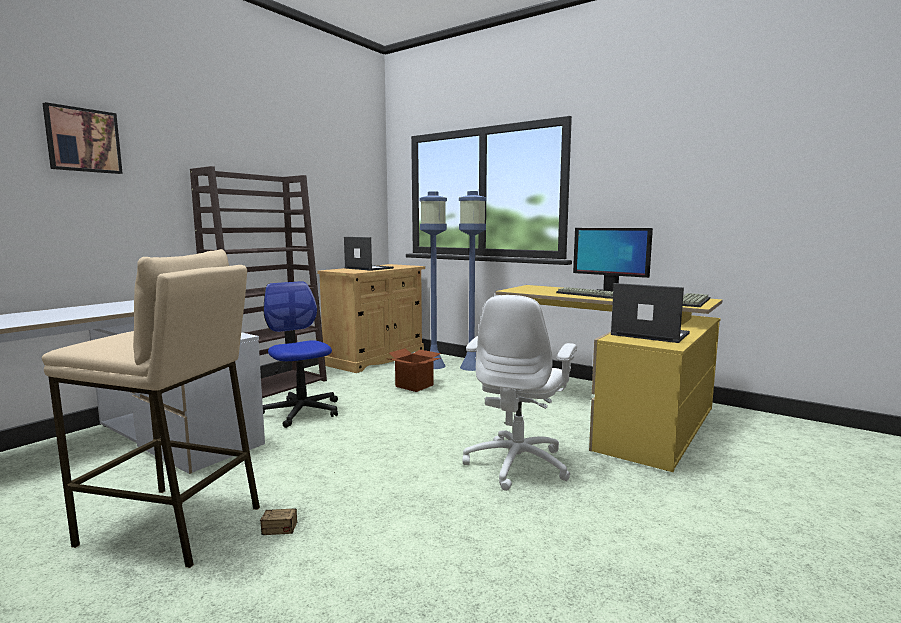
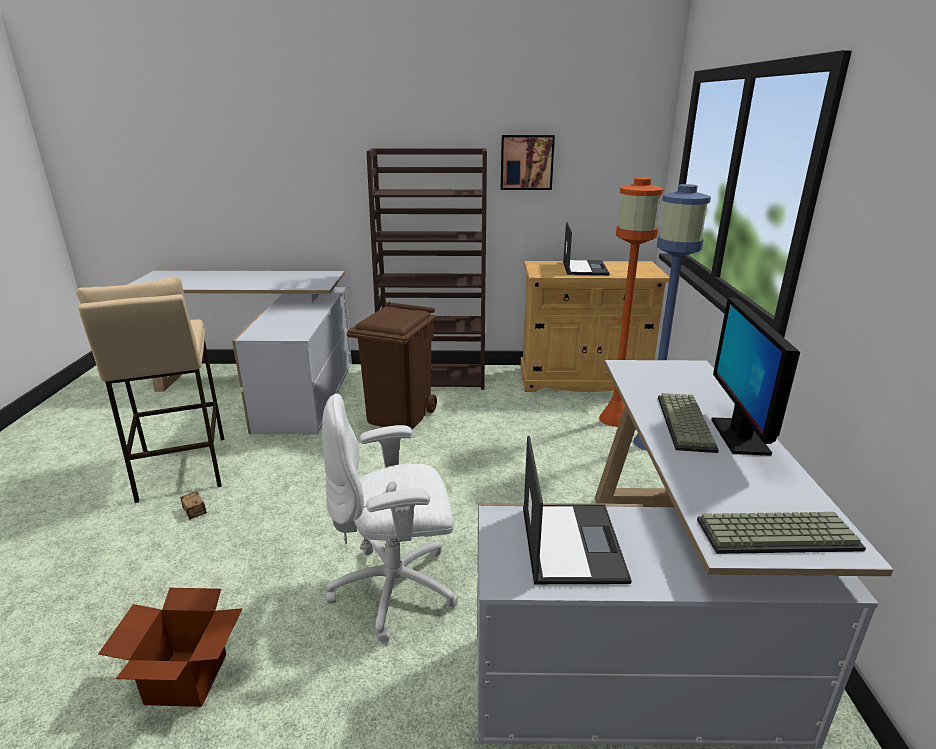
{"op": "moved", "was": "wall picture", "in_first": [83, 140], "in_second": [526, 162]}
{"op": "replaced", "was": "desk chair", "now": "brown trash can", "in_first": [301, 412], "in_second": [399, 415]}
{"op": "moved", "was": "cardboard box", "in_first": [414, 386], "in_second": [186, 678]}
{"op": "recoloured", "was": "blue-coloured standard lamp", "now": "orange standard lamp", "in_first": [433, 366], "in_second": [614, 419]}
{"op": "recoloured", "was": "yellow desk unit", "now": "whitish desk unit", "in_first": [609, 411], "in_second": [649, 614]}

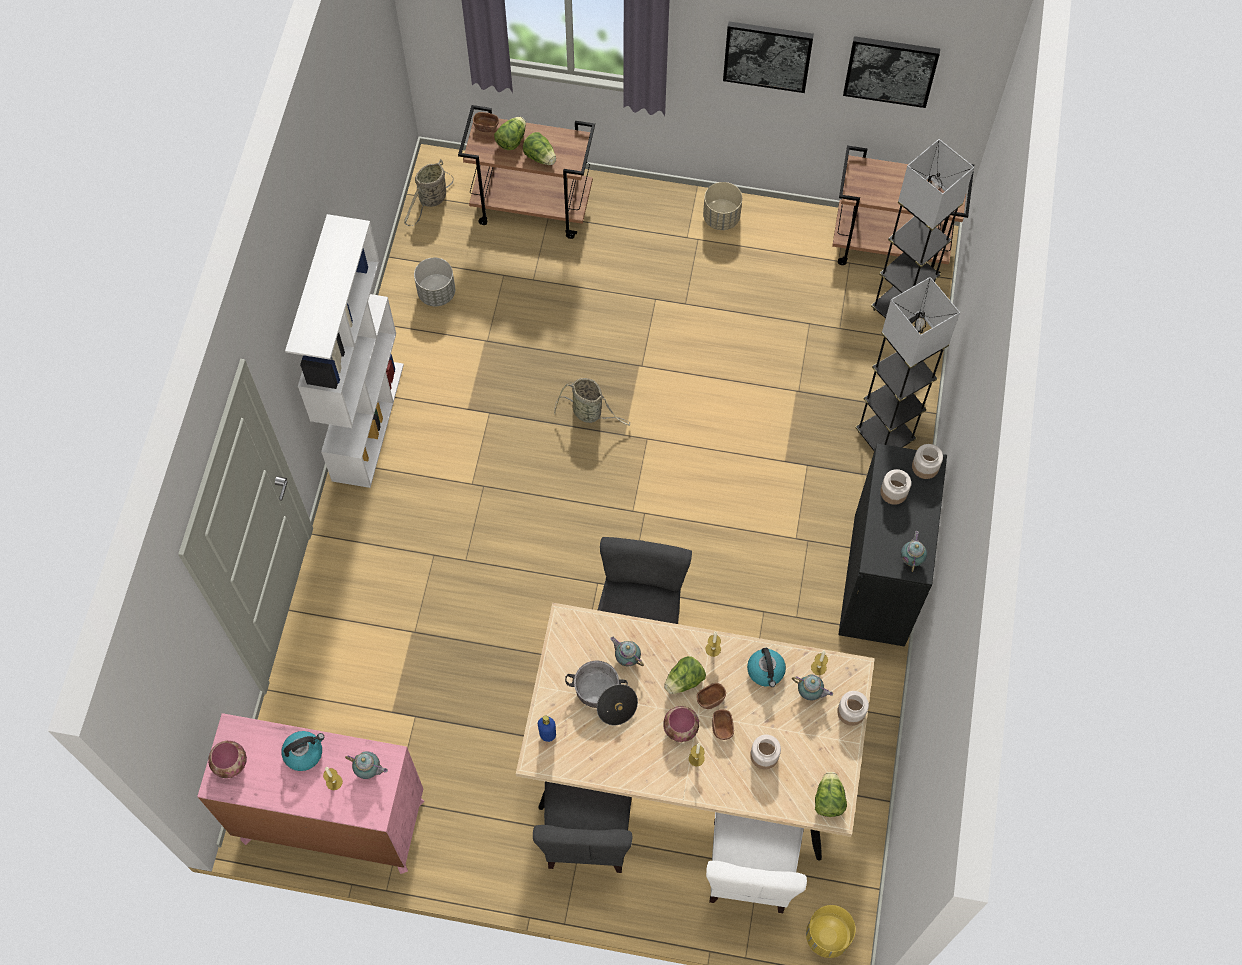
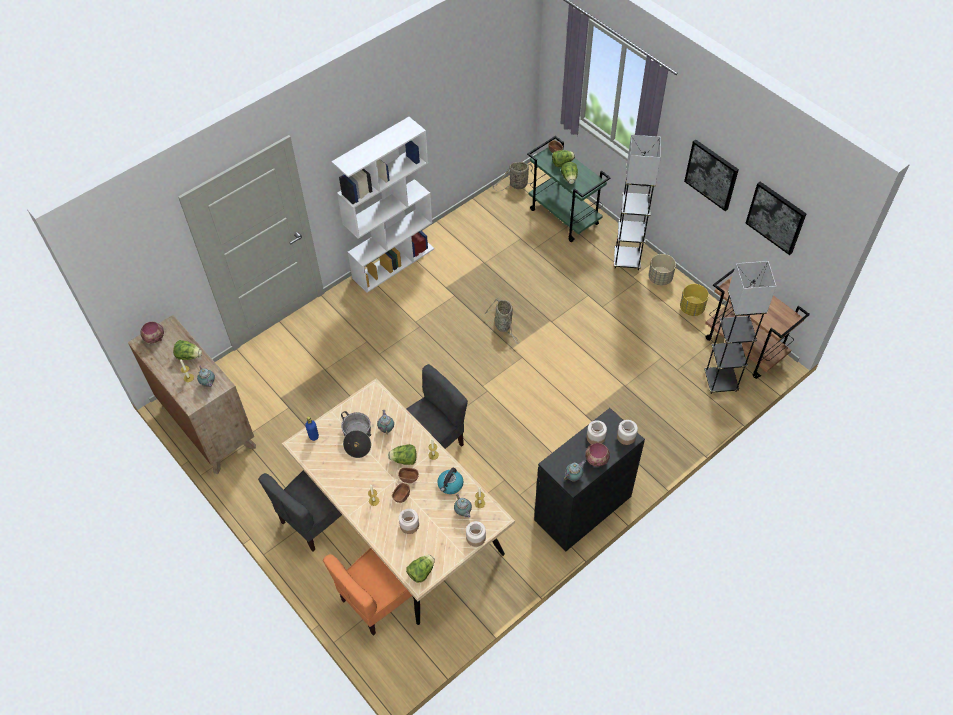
{"op": "recoloured", "was": "pinkish chest of drawers", "now": "brown chest of drawers", "in_first": [332, 820], "in_second": [208, 426]}
{"op": "replaced", "was": "water kettle", "now": "head of lettuce", "in_first": [304, 753], "in_second": [189, 356]}
{"op": "removed", "was": "gray flower pot", "in_first": [437, 293]}
{"op": "recoloured", "was": "brown cart", "now": "green-coloured cart", "in_first": [533, 207], "in_second": [565, 217]}
{"op": "moved", "was": "serving bowl", "in_first": [680, 729], "in_second": [596, 460]}
{"op": "recoloured", "was": "whitish plain chair", "now": "orange plain chair", "in_first": [750, 867], "in_second": [379, 600]}
{"op": "moved", "was": "yellow flower pot", "in_first": [827, 936], "in_second": [691, 308]}
{"op": "moved", "was": "gray standard lamp", "in_first": [884, 436], "in_second": [627, 260]}

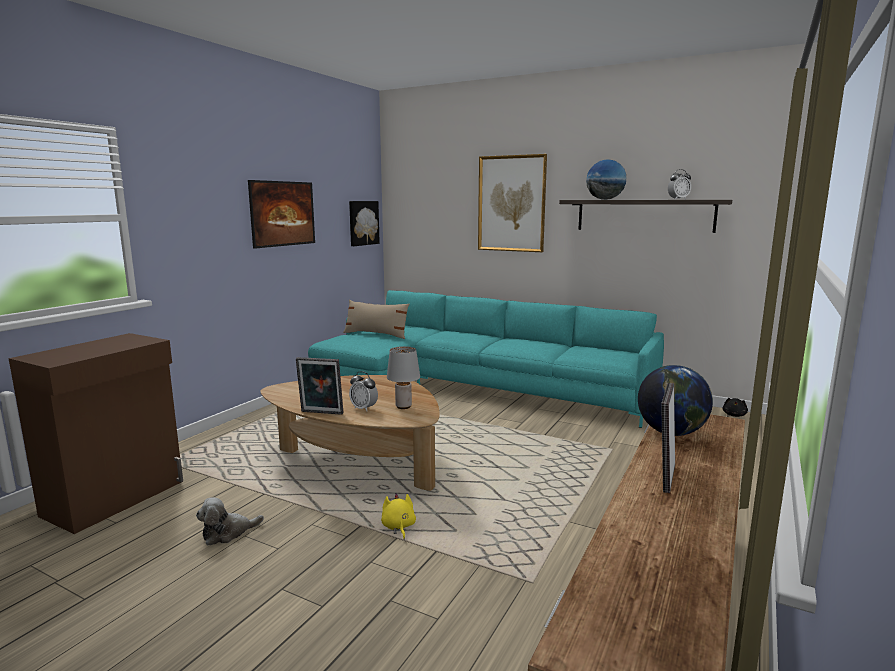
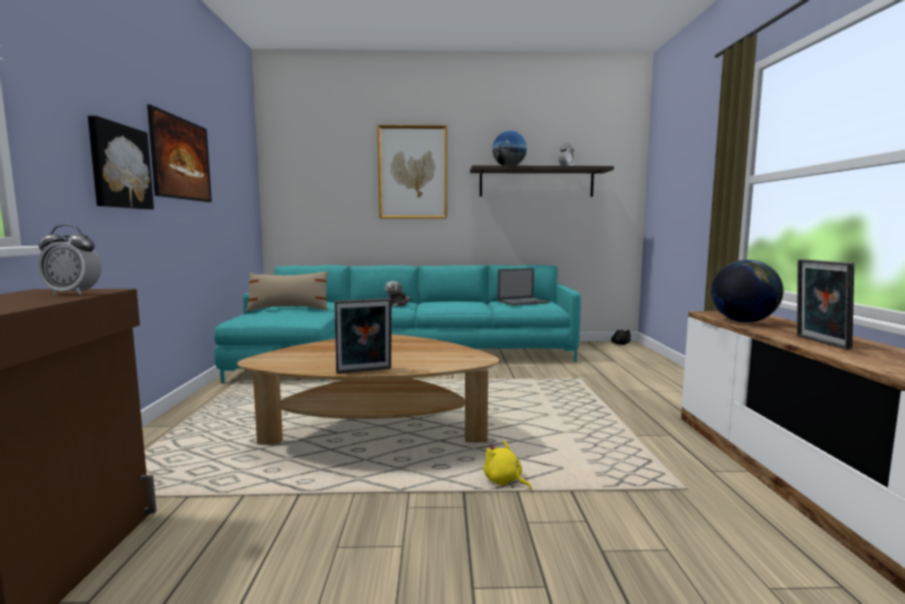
{"op": "moved", "was": "plush toy", "in_first": [227, 533], "in_second": [397, 304]}
{"op": "moved", "was": "wall picture", "in_first": [363, 223], "in_second": [119, 166]}
{"op": "moved", "was": "alarm clock", "in_first": [364, 408], "in_second": [73, 293]}
{"op": "removed", "was": "gray lamp for a table", "in_first": [404, 406]}
{"op": "added", "now": "notebook computer", "in_second": [523, 302]}

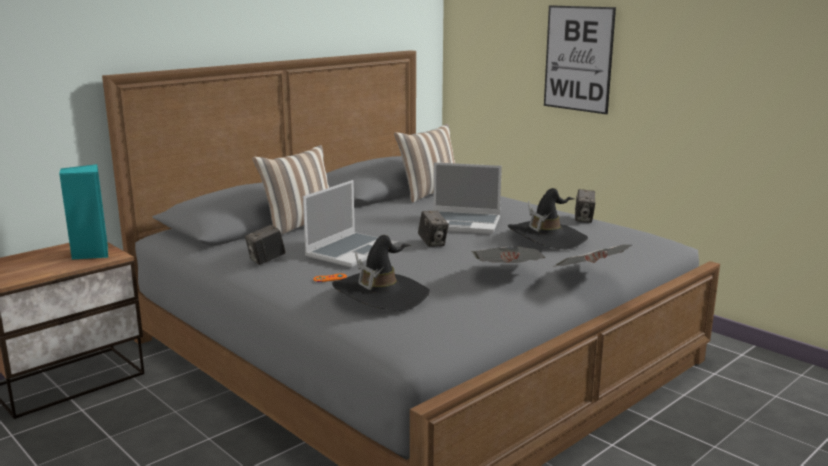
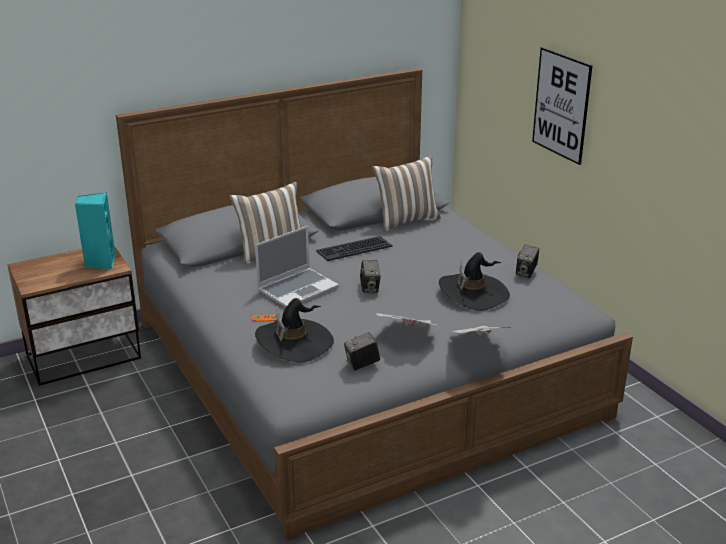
{"op": "moved", "was": "still camera", "in_first": [266, 260], "in_second": [362, 364]}
{"op": "removed", "was": "notebook computer", "in_first": [463, 224]}
{"op": "added", "now": "PC keyboard", "in_second": [354, 249]}

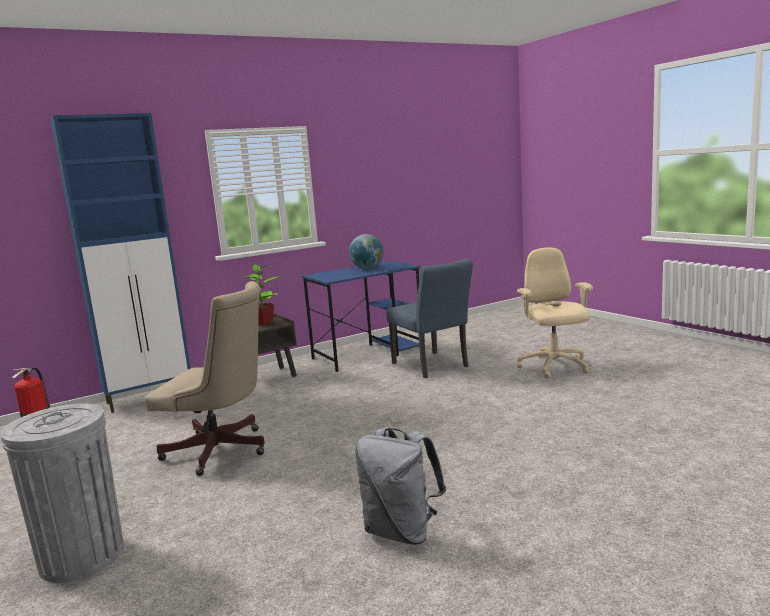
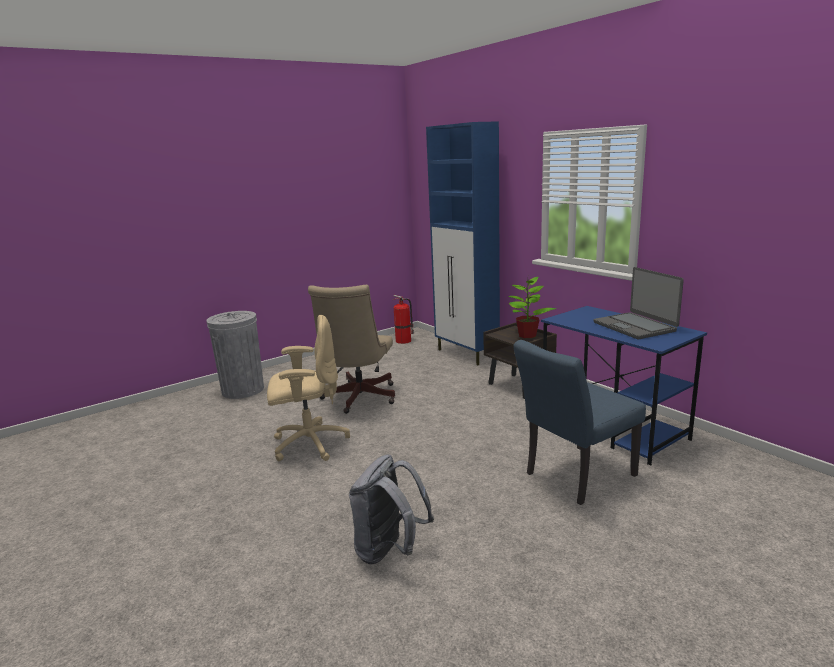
{"op": "replaced", "was": "world globe", "now": "notebook computer", "in_first": [367, 268], "in_second": [635, 327]}
{"op": "moved", "was": "gray rucksack", "in_first": [402, 532], "in_second": [389, 551]}
{"op": "moved", "was": "beige-coloured desk chair", "in_first": [554, 367], "in_second": [309, 444]}

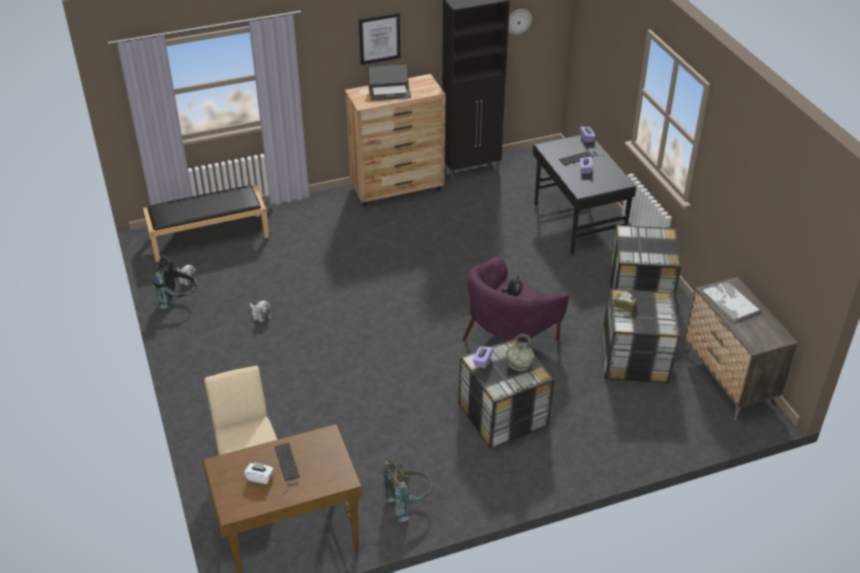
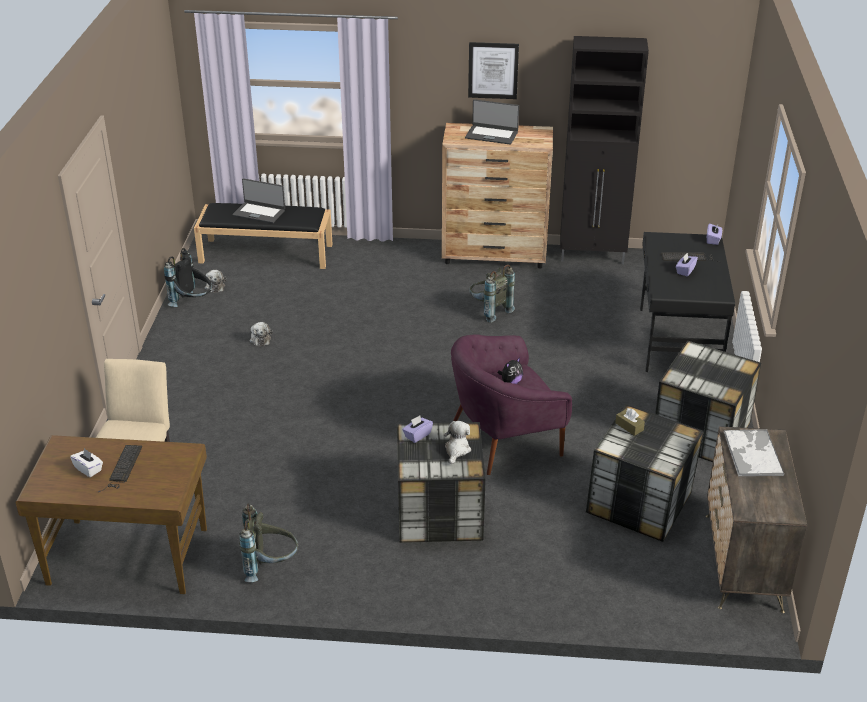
{"op": "replaced", "was": "gray decorative vase", "now": "plush toy", "in_first": [519, 363], "in_second": [457, 450]}
{"op": "removed", "was": "clock on the wall", "in_first": [518, 21]}
{"op": "added", "now": "notebook computer", "in_second": [259, 212]}
{"op": "added", "now": "gray rucksack", "in_second": [489, 311]}

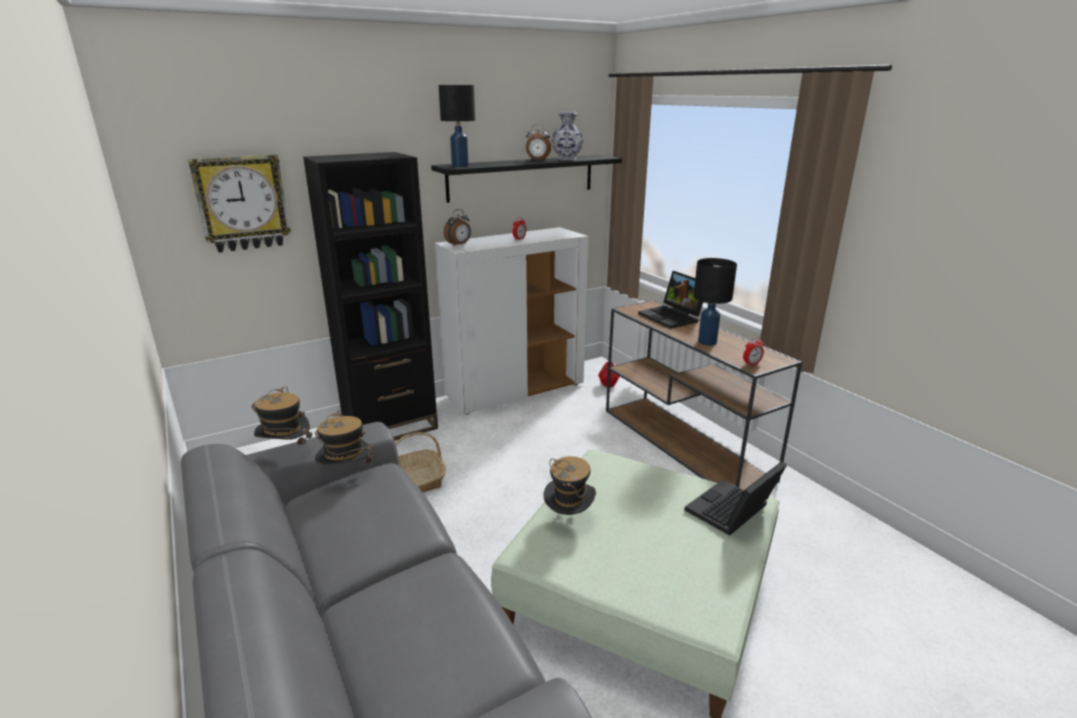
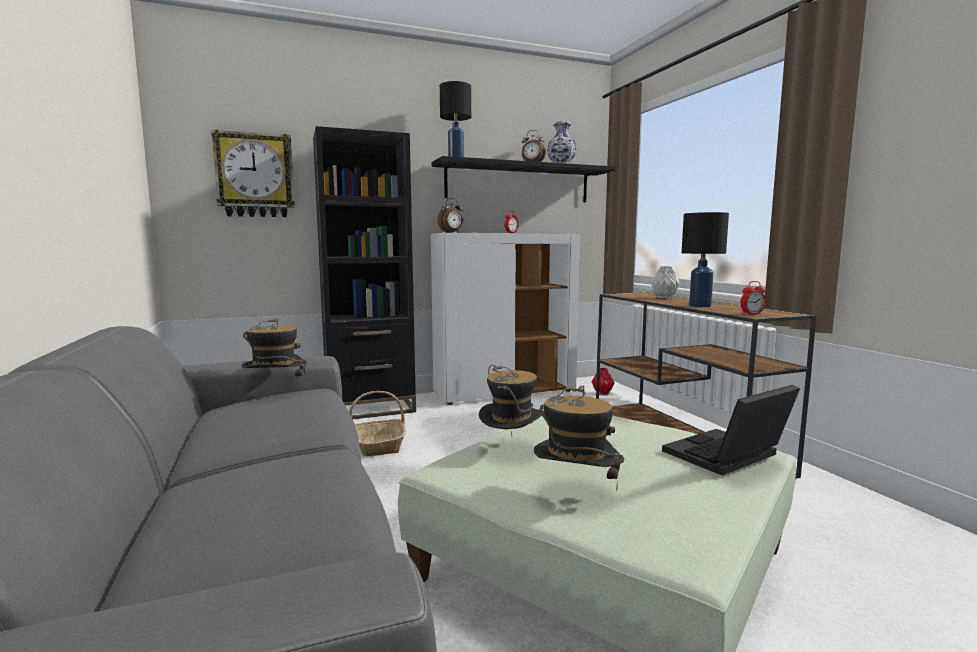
{"op": "moved", "was": "clothing hat", "in_first": [287, 452], "in_second": [575, 493]}
{"op": "replaced", "was": "notebook computer", "now": "gray decorative vase", "in_first": [673, 317], "in_second": [664, 297]}

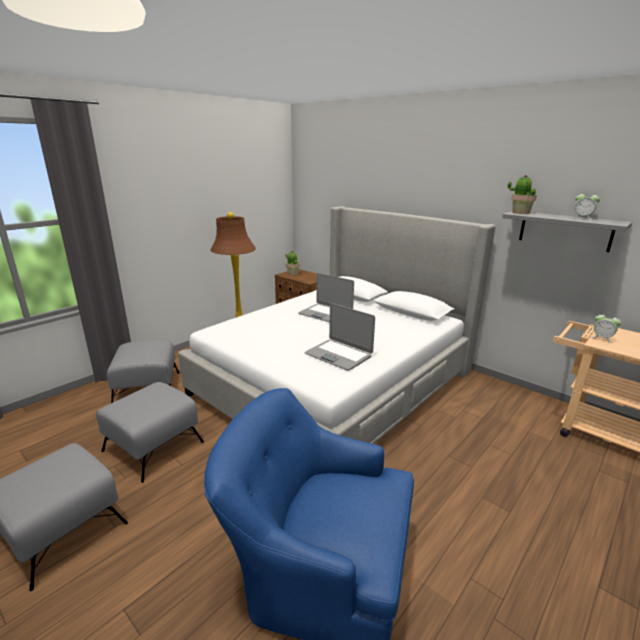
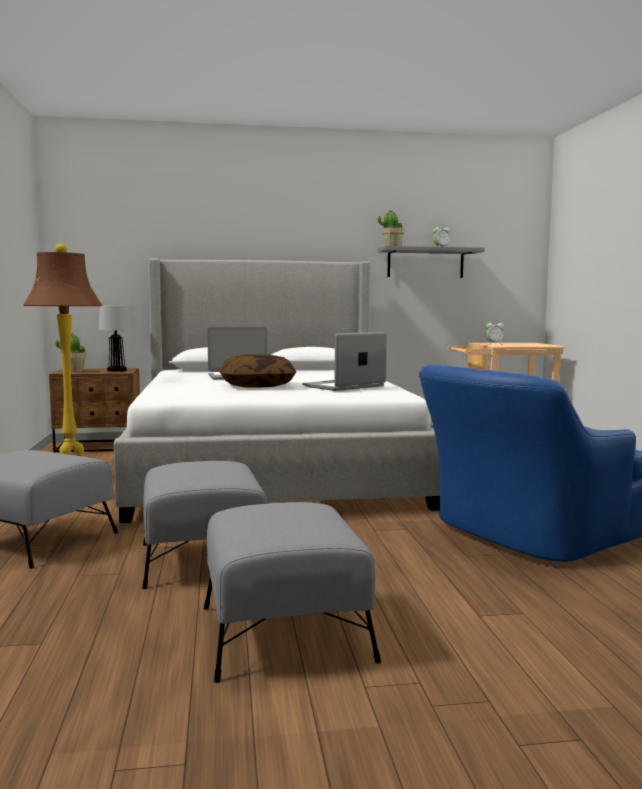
{"op": "turned", "was": "notebook computer", "in_first": [338, 355], "in_second": [344, 386], "clockwise": 150}
{"op": "added", "now": "lamp for a table", "in_second": [116, 370]}
{"op": "added", "now": "cushion", "in_second": [257, 386]}

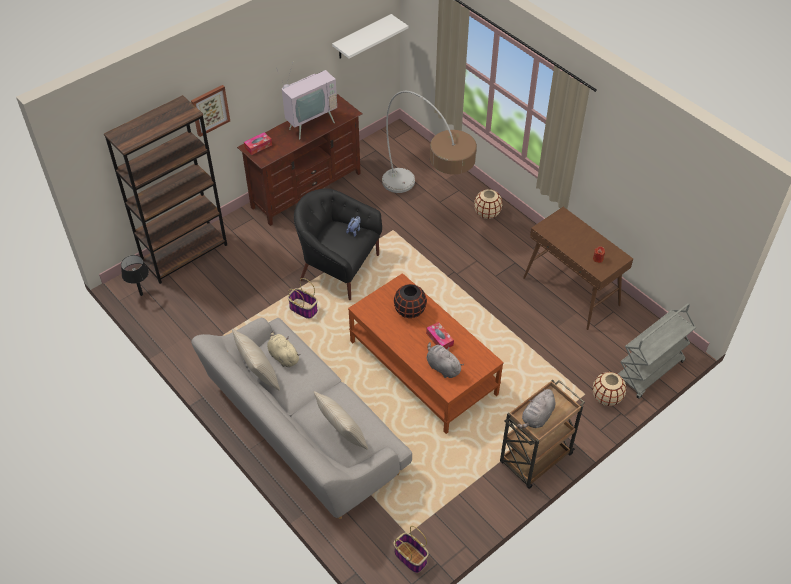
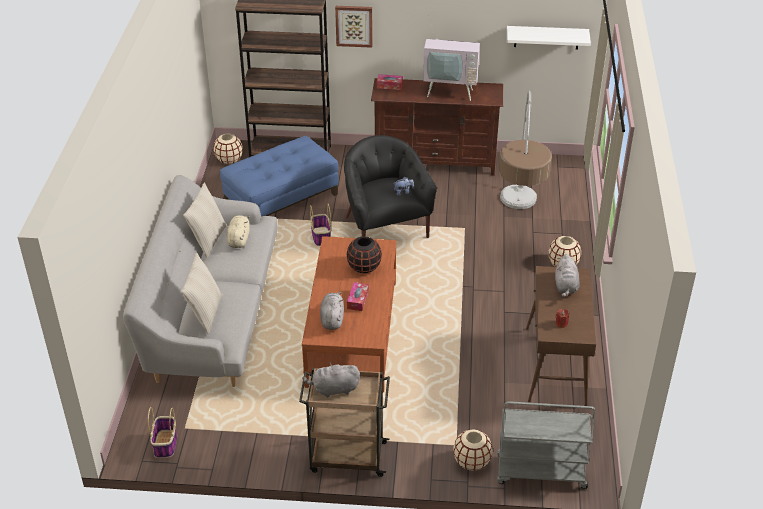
{"op": "replaced", "was": "blackish lamp for a table", "now": "beige-coloured decorative vase", "in_first": [141, 294], "in_second": [229, 159]}
{"op": "added", "now": "blue-coloured ottoman", "in_second": [281, 199]}
{"op": "added", "now": "gray plush toy", "in_second": [566, 286]}

